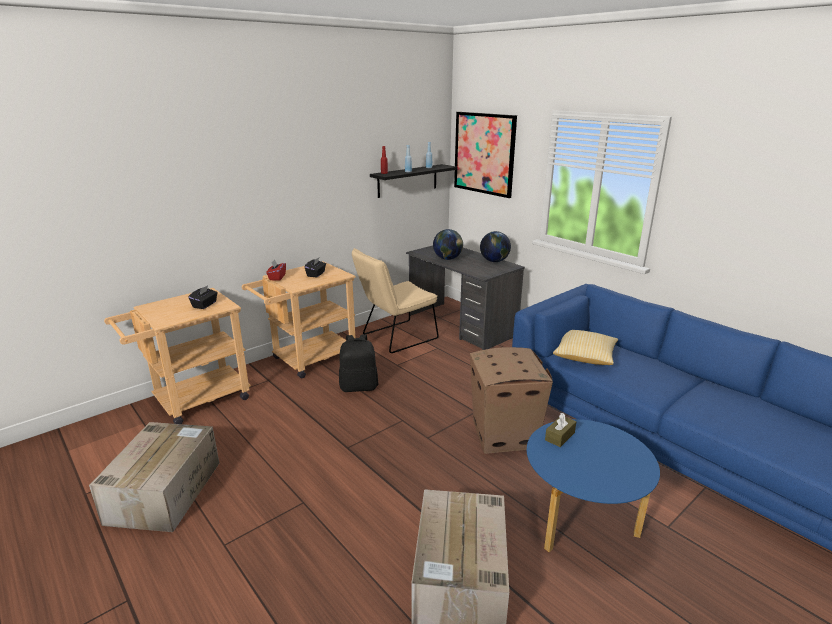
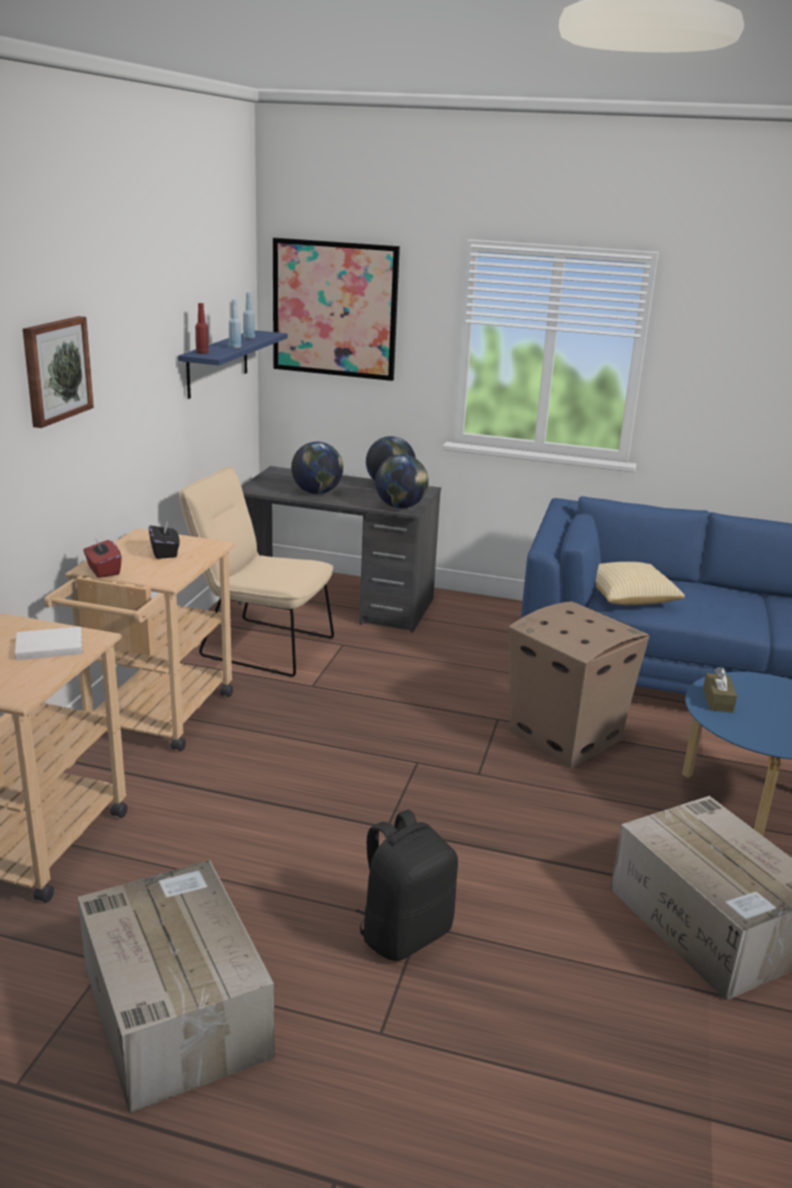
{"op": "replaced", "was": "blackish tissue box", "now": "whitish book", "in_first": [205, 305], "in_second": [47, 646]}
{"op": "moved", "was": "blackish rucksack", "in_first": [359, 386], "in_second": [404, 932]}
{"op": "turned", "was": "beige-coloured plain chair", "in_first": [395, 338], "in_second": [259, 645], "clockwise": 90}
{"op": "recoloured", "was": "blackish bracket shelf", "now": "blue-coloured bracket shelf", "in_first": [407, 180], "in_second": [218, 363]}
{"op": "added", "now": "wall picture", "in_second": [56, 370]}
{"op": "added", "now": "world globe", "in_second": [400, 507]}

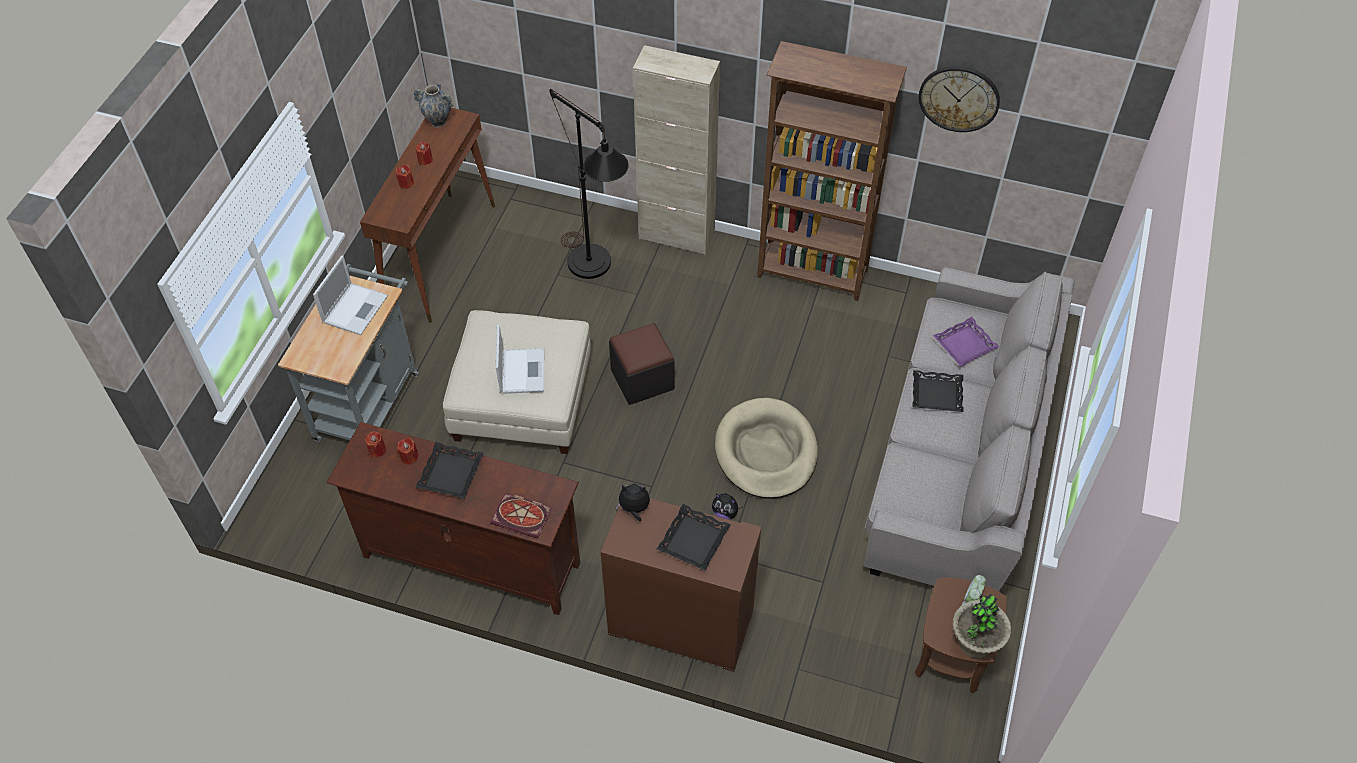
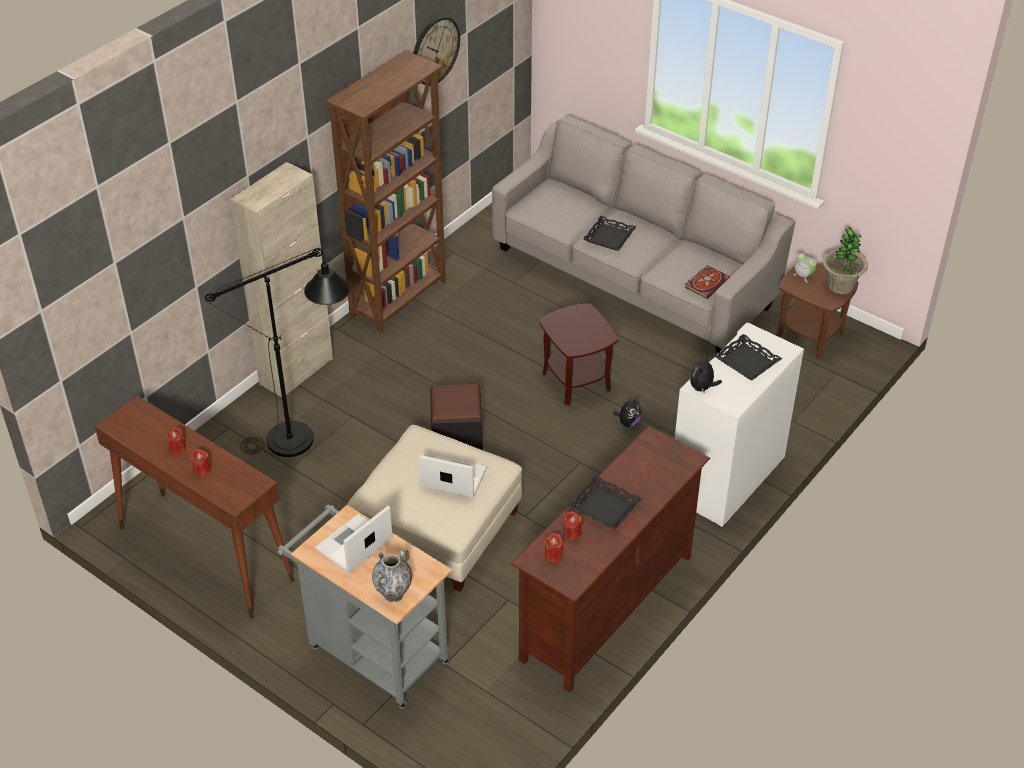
{"op": "turned", "was": "notebook computer", "in_first": [355, 308], "in_second": [353, 545], "clockwise": -90}
{"op": "moved", "was": "decorative vase", "in_first": [438, 122], "in_second": [393, 594]}
{"op": "moved", "was": "book", "in_first": [523, 516], "in_second": [707, 283]}
{"op": "recoloured", "was": "brown storage cabinet", "now": "whitish storage cabinet", "in_first": [680, 624], "in_second": [727, 480]}
{"op": "replaced", "was": "beige-coloured pet bed", "now": "brown accent table", "in_first": [766, 451], "in_second": [577, 381]}
{"op": "removed", "was": "purplish carrying tray", "in_first": [964, 345]}

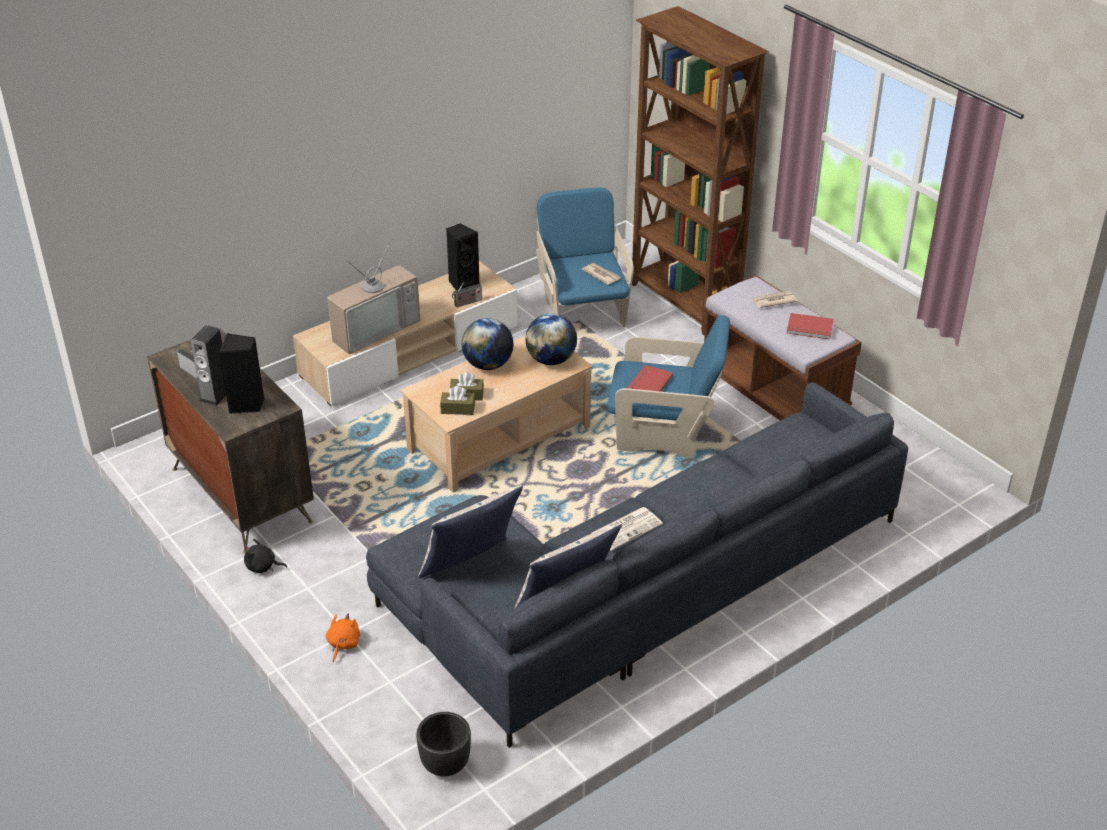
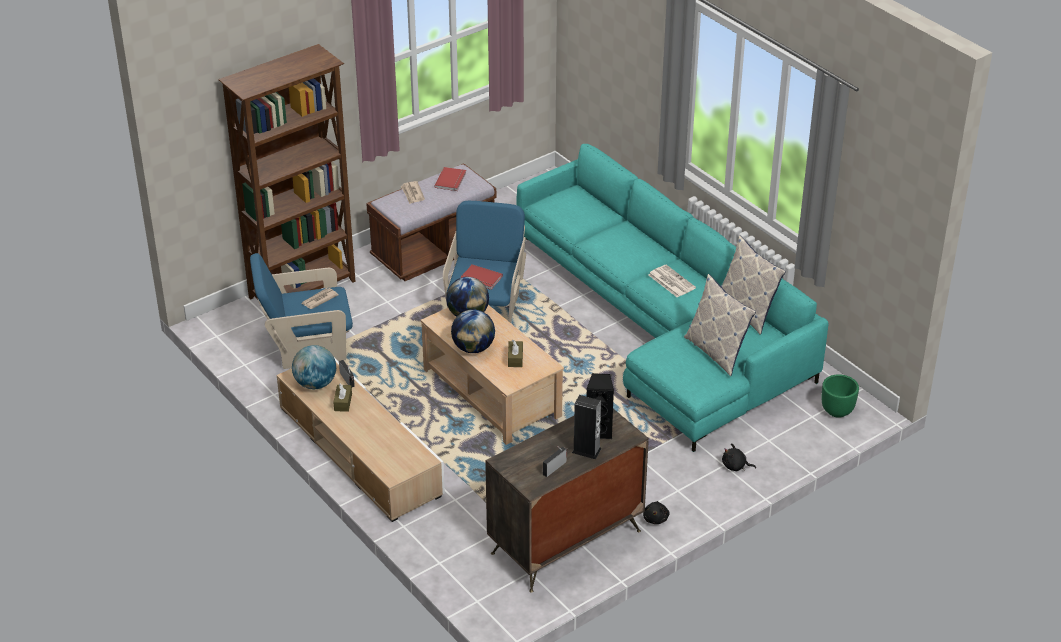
{"op": "recoloured", "was": "orange plush toy", "now": "blackish plush toy", "in_first": [343, 644], "in_second": [735, 466]}
{"op": "removed", "was": "television", "in_first": [373, 328]}
{"op": "recoloured", "was": "gray sofa", "now": "turquoise-coloured sofa", "in_first": [636, 589], "in_second": [663, 326]}
{"op": "recoloured", "was": "blackish flower pot", "now": "green-coloured flower pot", "in_first": [445, 764], "in_second": [837, 411]}
{"op": "moved", "was": "brown tissue box", "in_first": [458, 409], "in_second": [343, 402]}
{"op": "replaced", "was": "blackish loudspeaker", "now": "world globe", "in_first": [462, 284], "in_second": [315, 384]}

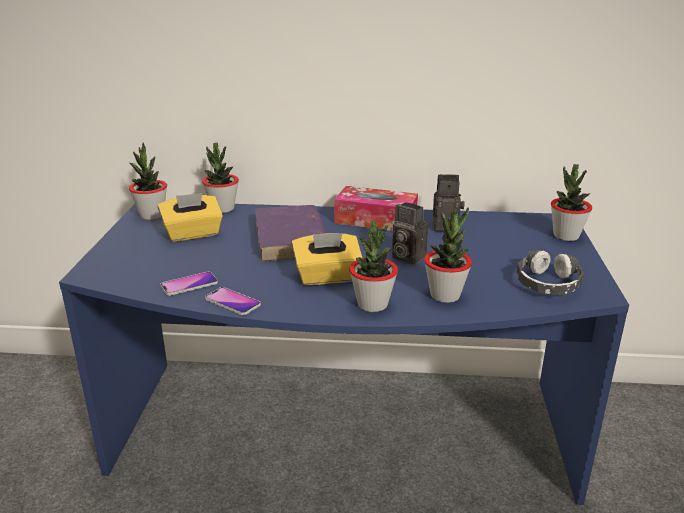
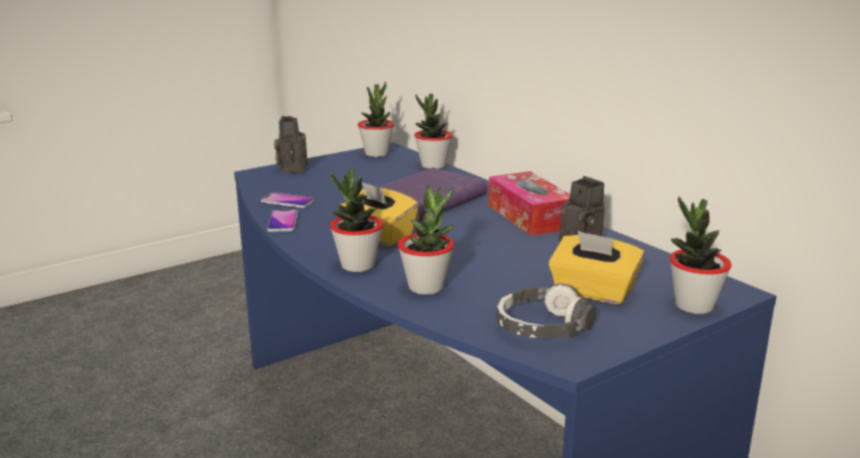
{"op": "moved", "was": "yellow tissue box", "in_first": [192, 234], "in_second": [593, 292]}
{"op": "moved", "was": "still camera", "in_first": [406, 257], "in_second": [292, 168]}

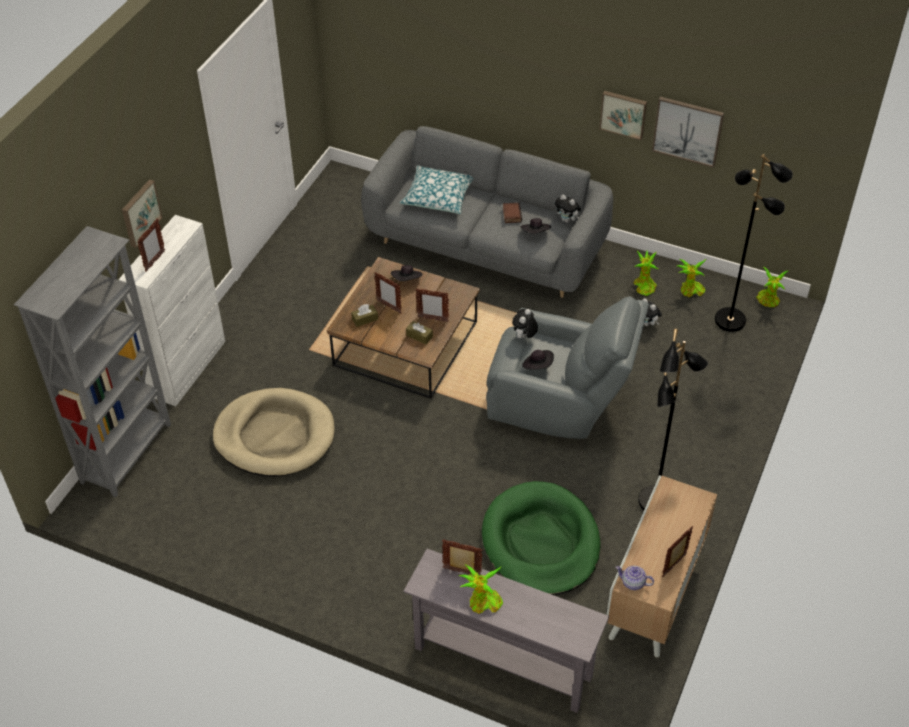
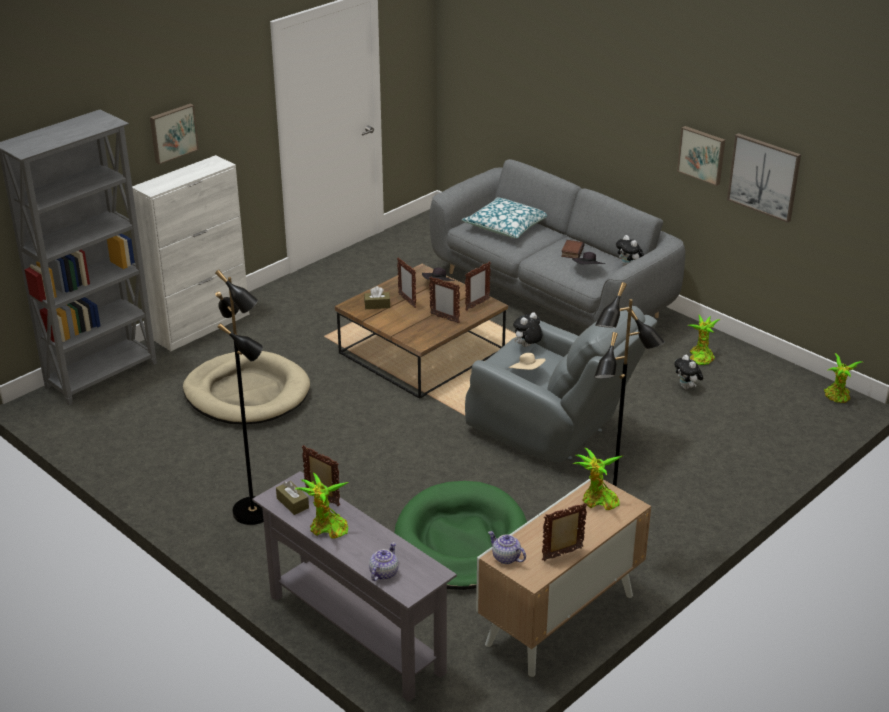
{"op": "moved", "was": "picture frame", "in_first": [155, 261], "in_second": [477, 304]}
{"op": "moved", "was": "brown tissue box", "in_first": [419, 336], "in_second": [292, 503]}
{"op": "recoloured", "was": "blackish clothing hat", "now": "beige-coloured clothing hat", "in_first": [538, 366], "in_second": [527, 372]}
{"op": "moved", "was": "potted plant", "in_first": [690, 291], "in_second": [597, 501]}
{"op": "moved", "was": "blackish standard lamp", "in_first": [730, 320], "in_second": [254, 511]}
{"op": "added", "now": "teapot", "in_second": [383, 573]}

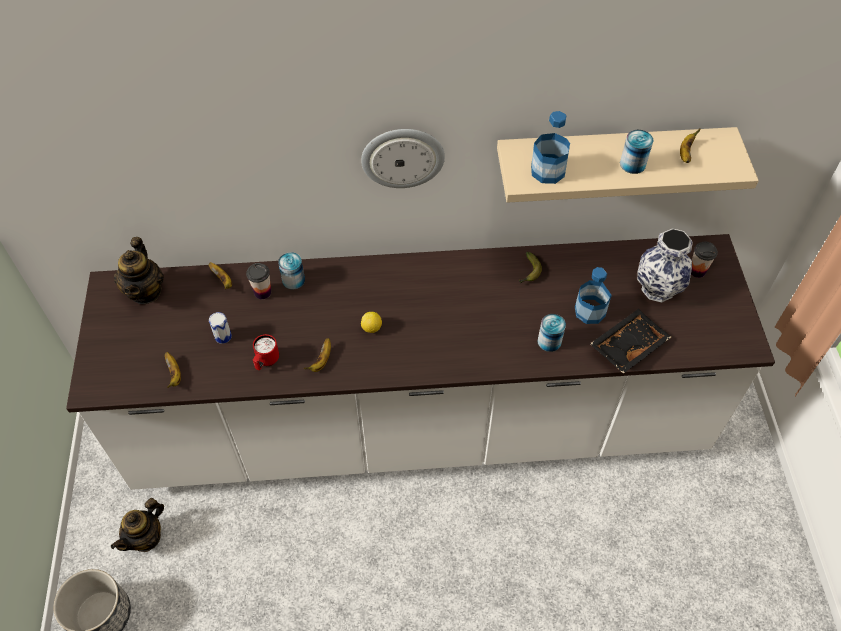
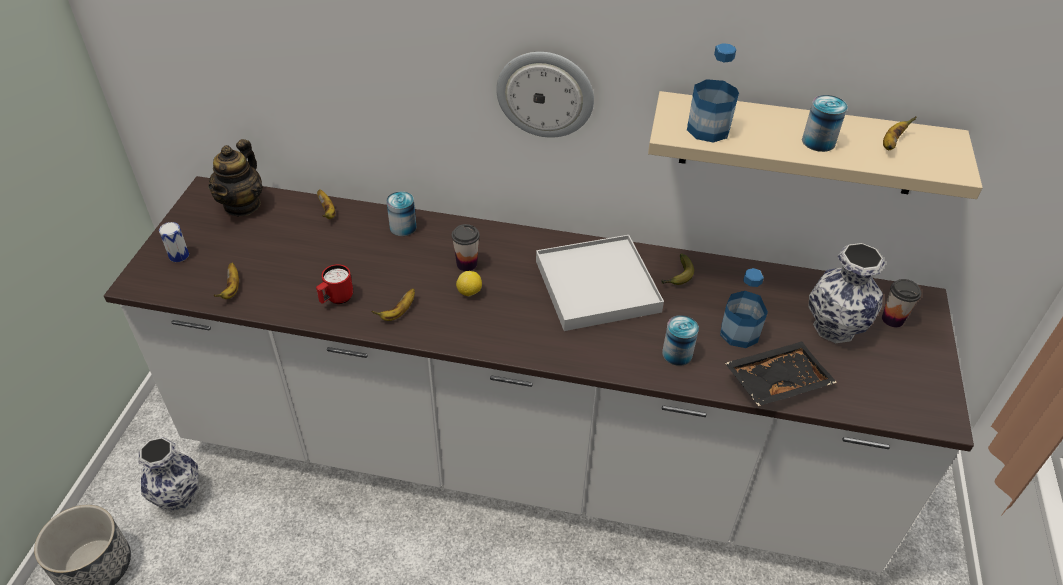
{"op": "replaced", "was": "teapot", "now": "decorative vase", "in_first": [146, 538], "in_second": [179, 497]}
{"op": "moved", "was": "can", "in_first": [223, 336], "in_second": [179, 255]}
{"op": "moved", "was": "small cup", "in_first": [262, 292], "in_second": [466, 264]}
{"op": "added", "now": "whitish carrying tray", "in_second": [596, 286]}

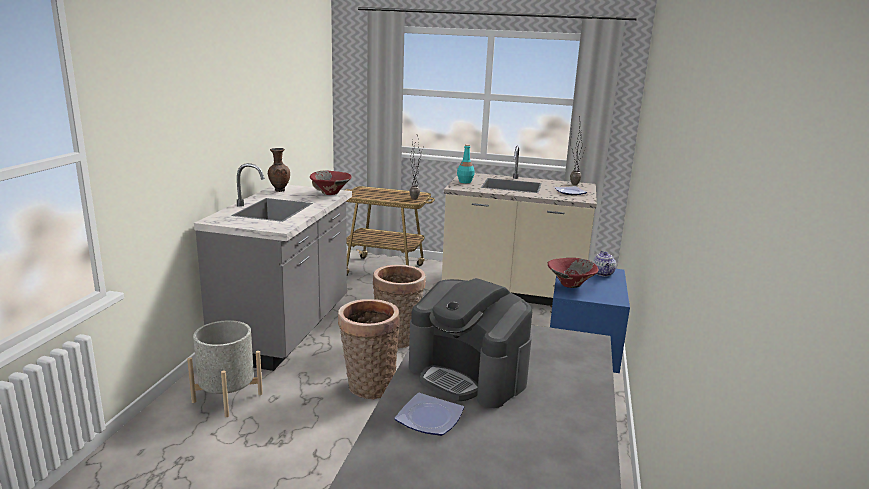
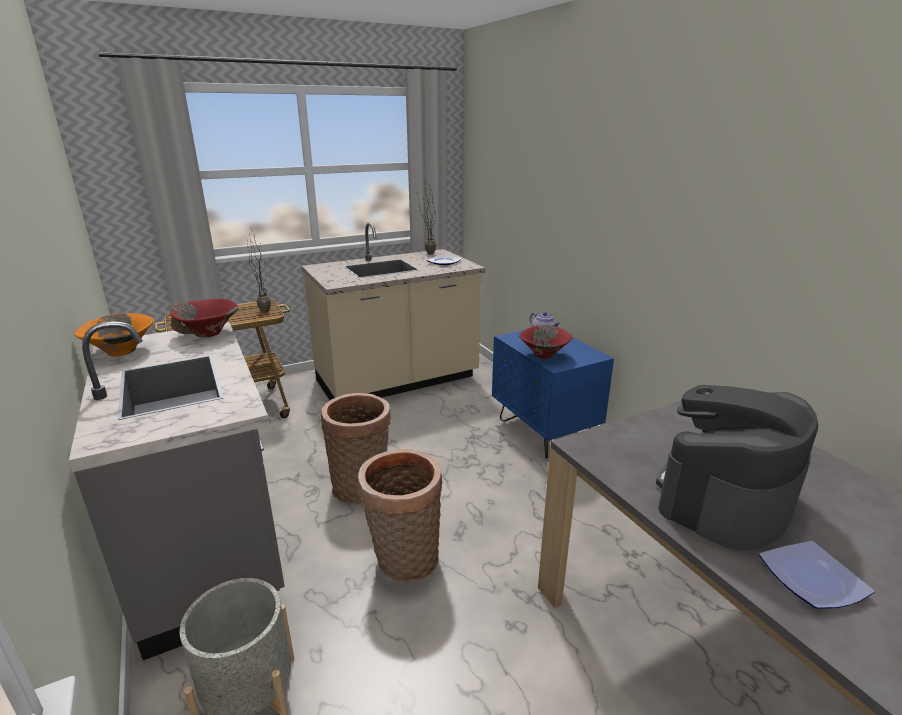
{"op": "replaced", "was": "brown decorative vase", "now": "orange serving bowl", "in_first": [279, 190], "in_second": [121, 352]}
{"op": "turned", "was": "coffee maker", "in_first": [468, 374], "in_second": [724, 498], "clockwise": 135}
{"op": "removed", "was": "turquoise-coloured drink bottle", "in_first": [465, 181]}

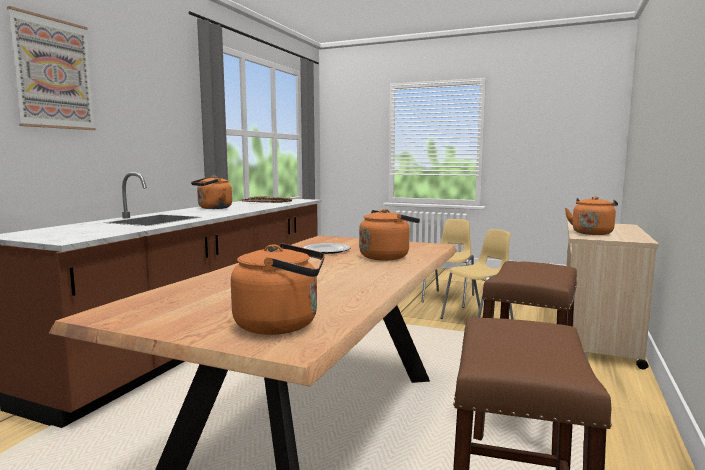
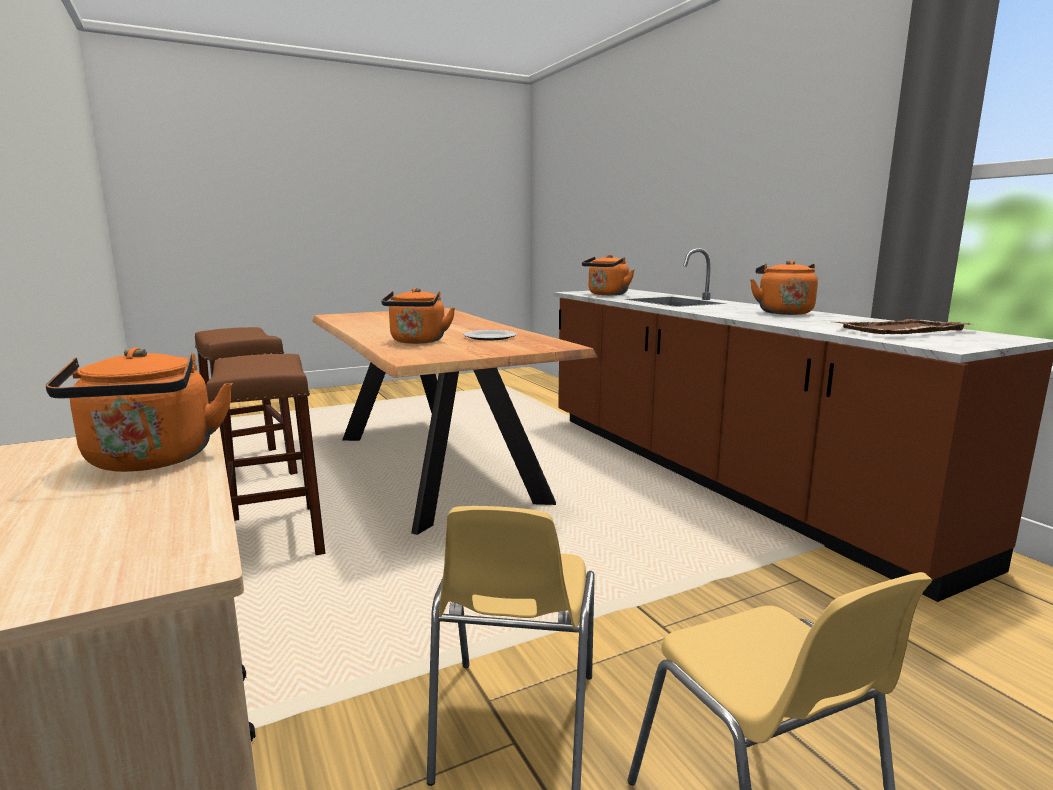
{"op": "removed", "was": "wall picture", "in_first": [53, 74]}
{"op": "moved", "was": "orange water kettle", "in_first": [282, 324], "in_second": [607, 294]}

